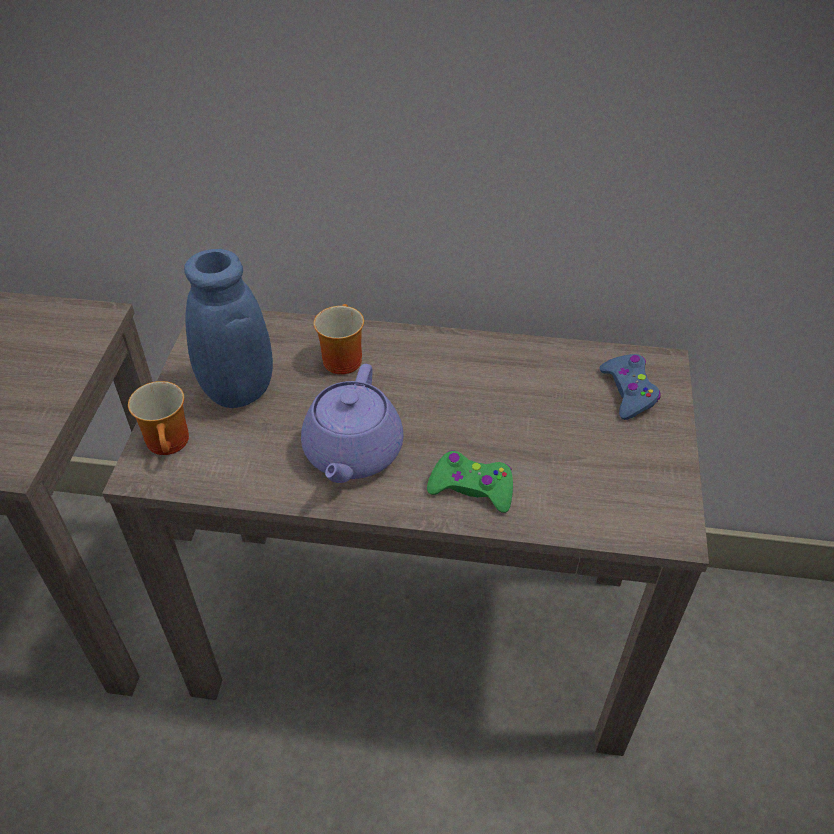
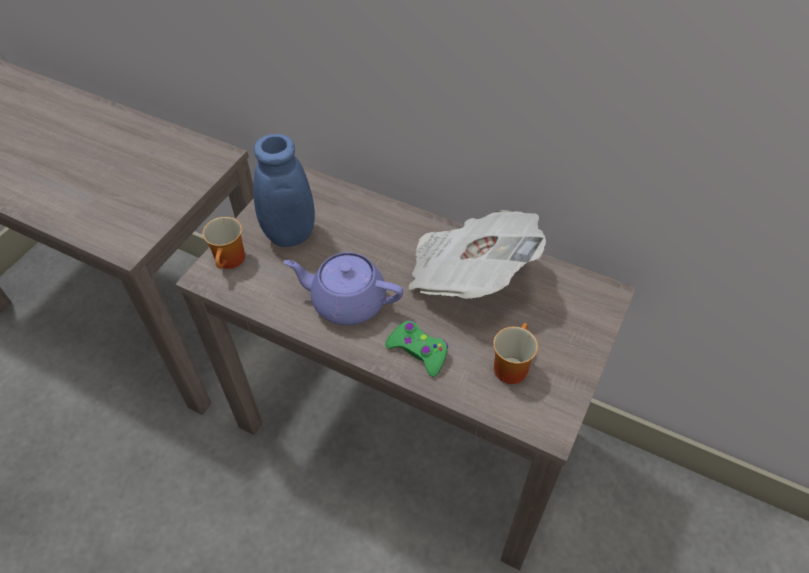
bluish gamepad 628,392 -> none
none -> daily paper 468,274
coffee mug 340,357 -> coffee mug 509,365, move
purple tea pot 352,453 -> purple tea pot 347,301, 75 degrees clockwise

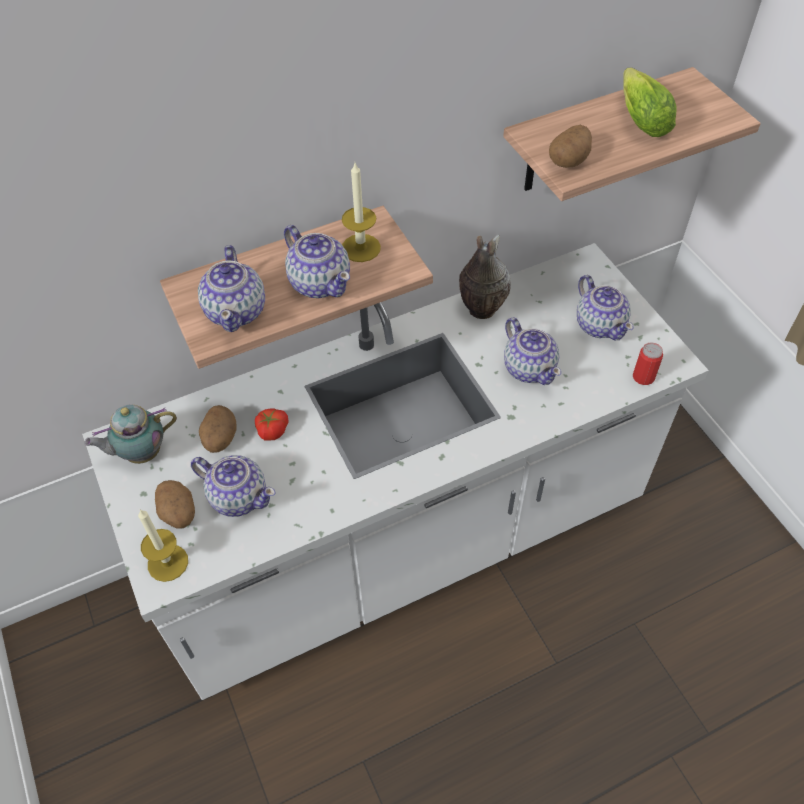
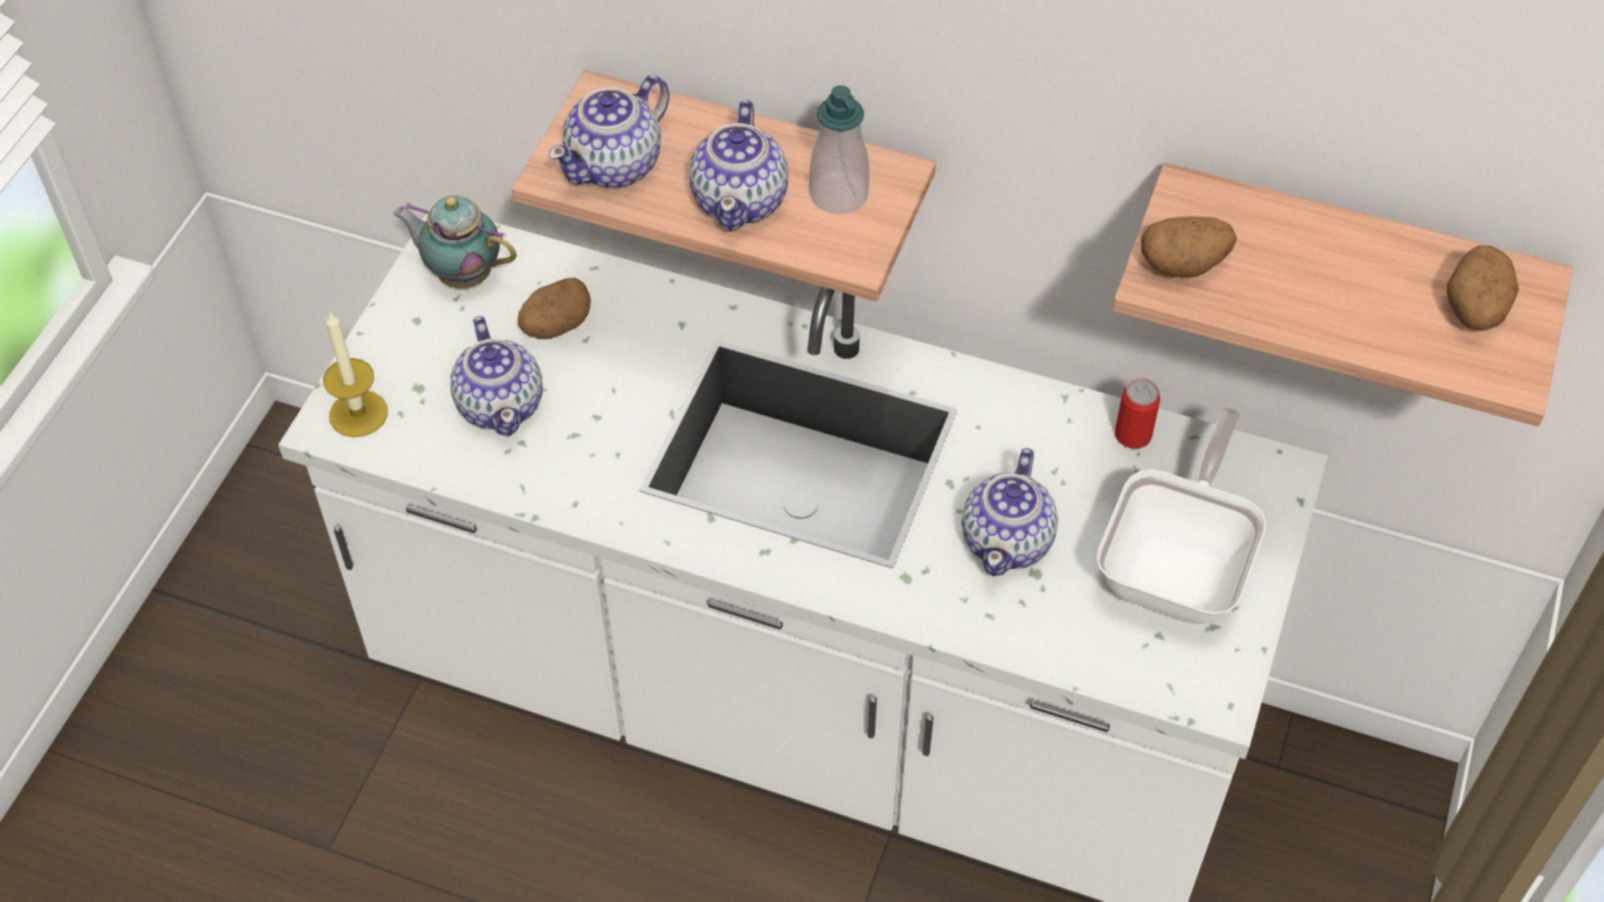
tomato 271,430 -> none
decorative vase 480,310 -> none
head of lettuce 640,118 -> none
whole potato 178,513 -> whole potato 1474,310, move
can 643,377 -> can 1133,435, move
candle 361,248 -> soap bottle 838,194
tea pot 600,324 -> pan 1178,566

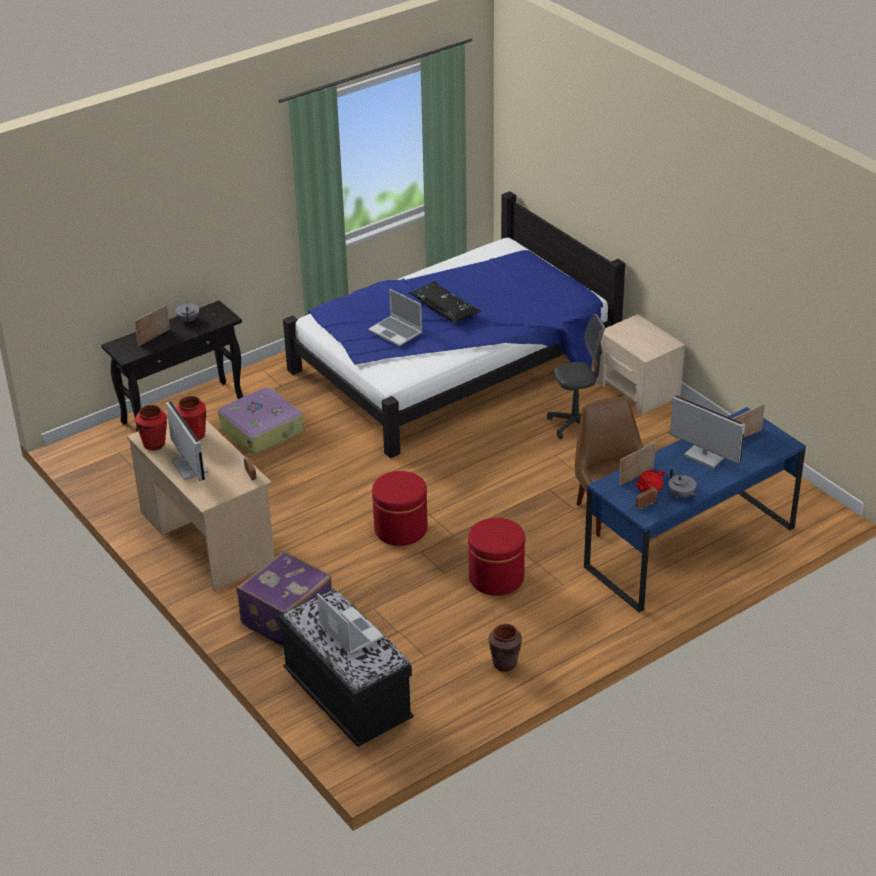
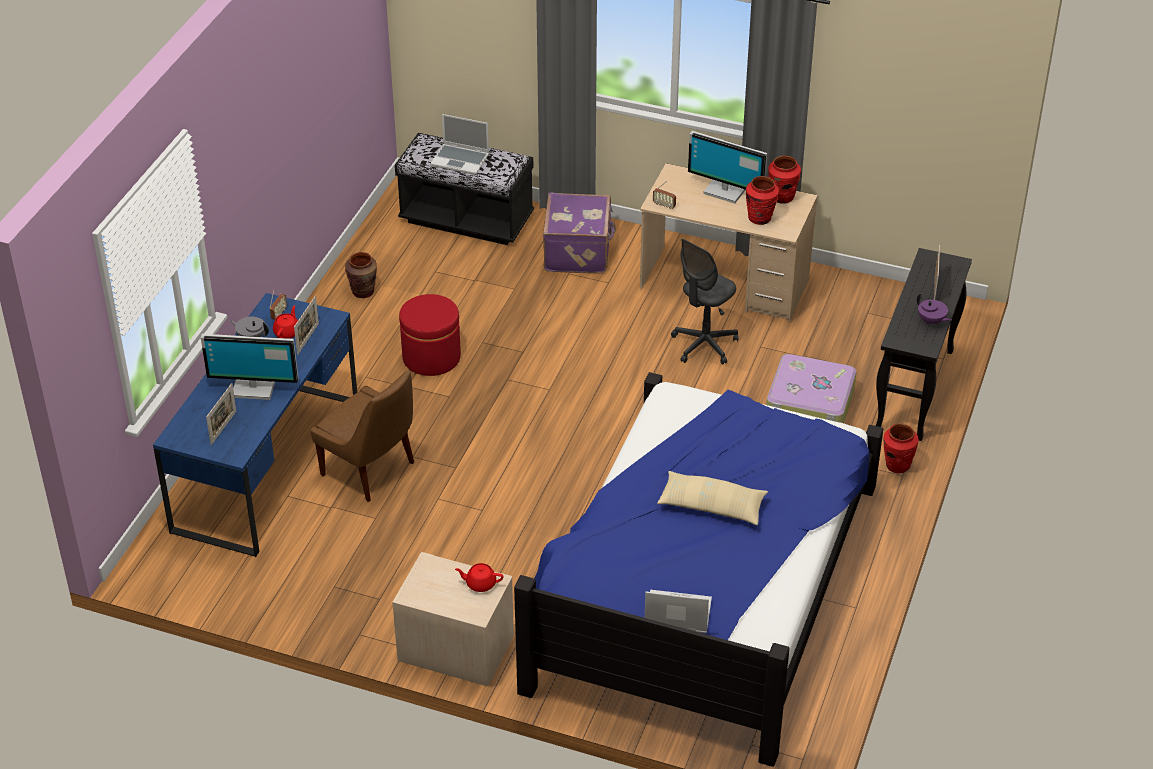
red-coloured pouffe 400,529 -> none
none -> red-coloured tea pot 480,583
none -> red-coloured decorative vase 897,465
notebook computer 396,332 -> notebook computer 676,614, move
greyish office chair 576,425 -> greyish office chair 704,345, move
greyish tea pot 188,320 -> purple tea pot 931,321
black cushion 444,309 -> beige cushion 711,506

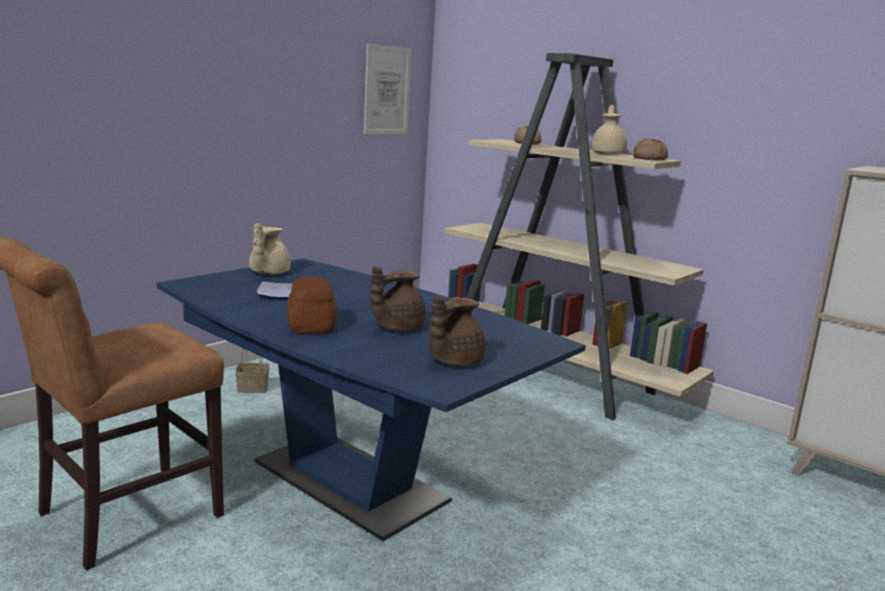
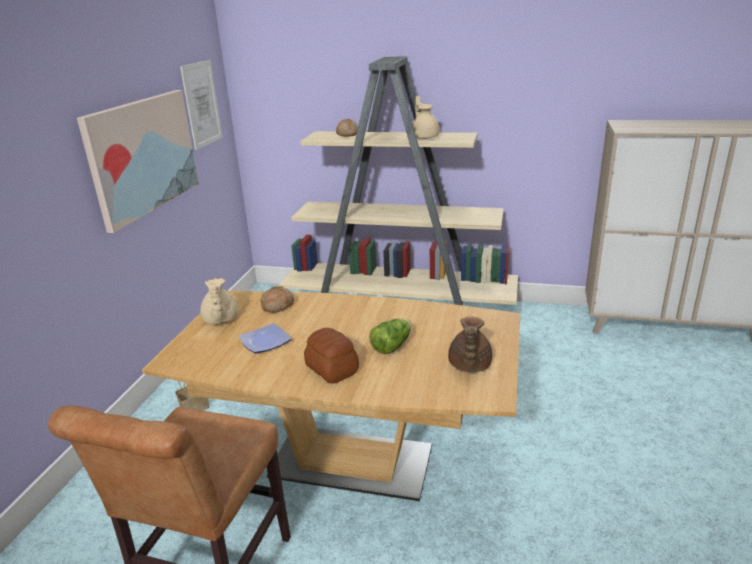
none -> wall art 143,155
bread 649,158 -> bread 277,305, move
brown tea pot 396,327 -> head of lettuce 392,346
bluish dining table 349,482 -> brown dining table 351,462

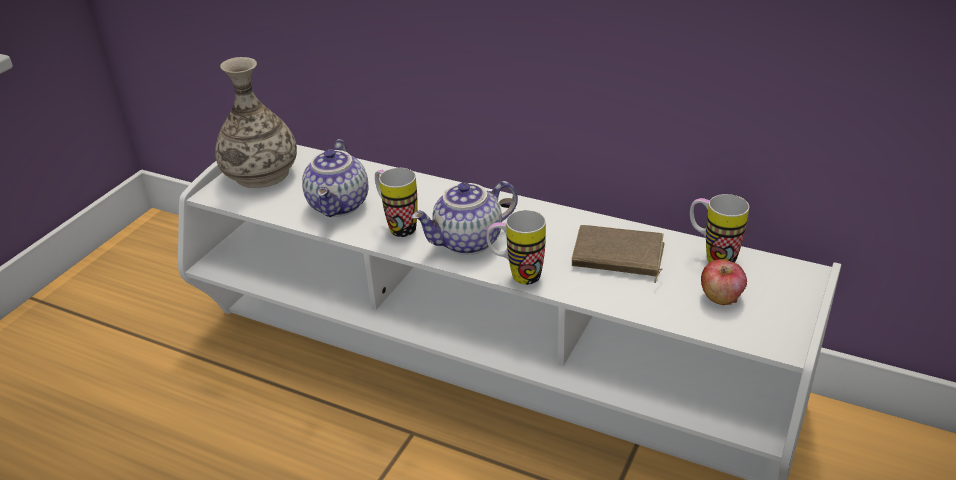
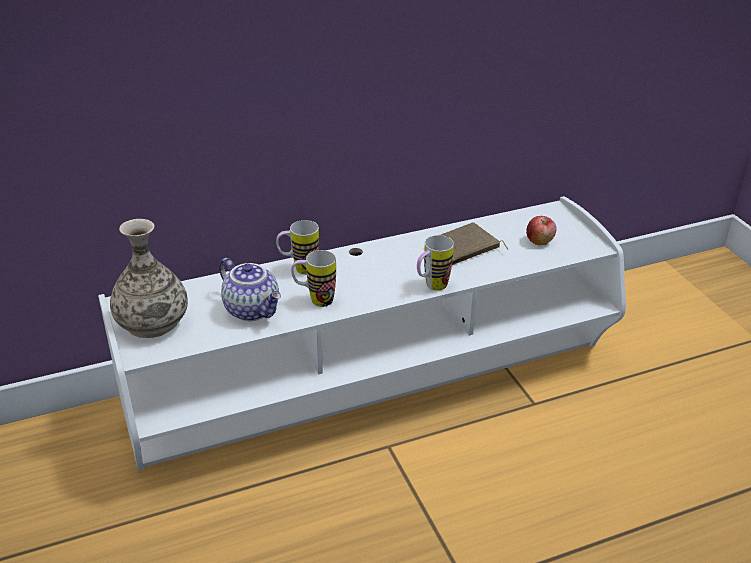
tea pot 468,242 -> none
coffee mug 712,256 -> coffee mug 299,269, move

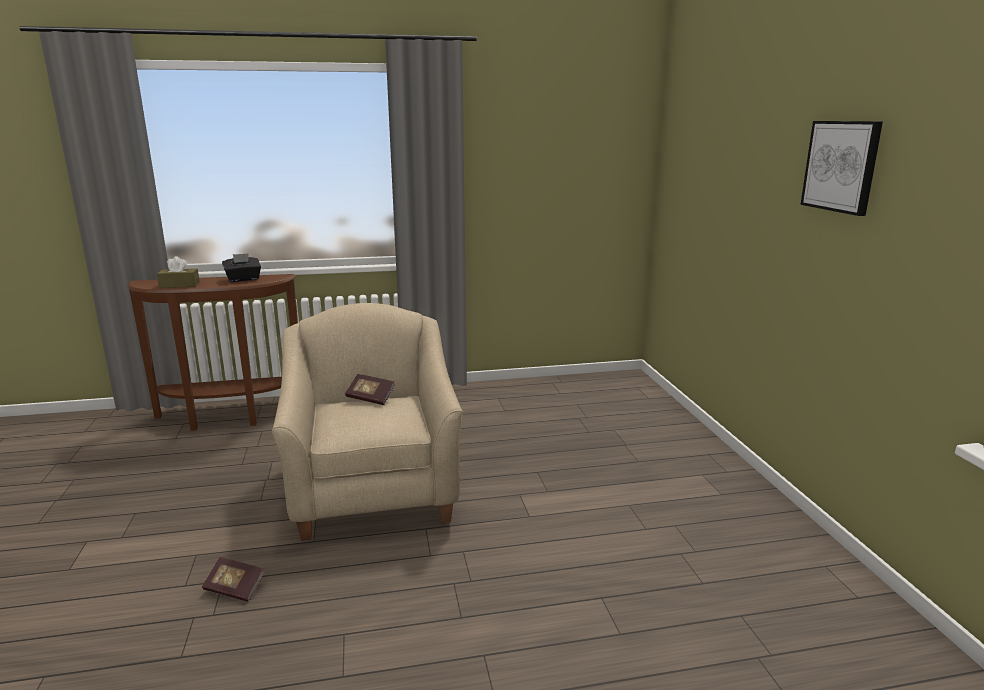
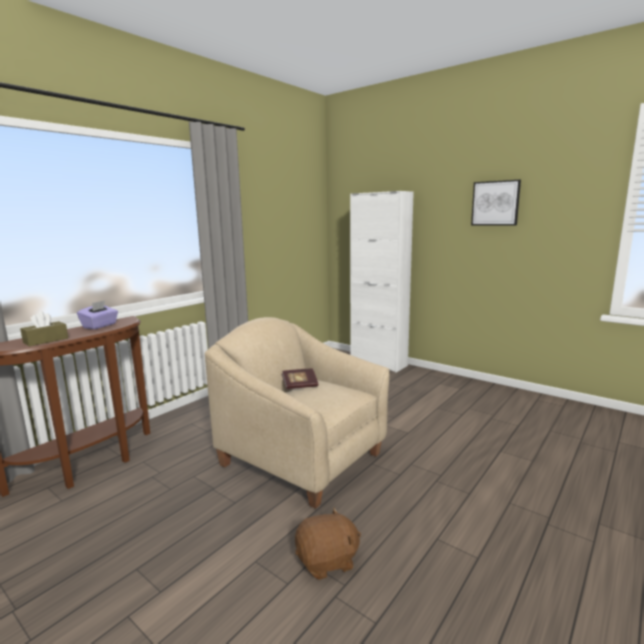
none -> whitish cupboard 378,363
volume 235,588 -> brown soft toy 327,561
black tissue box 243,279 -> purple tissue box 100,326

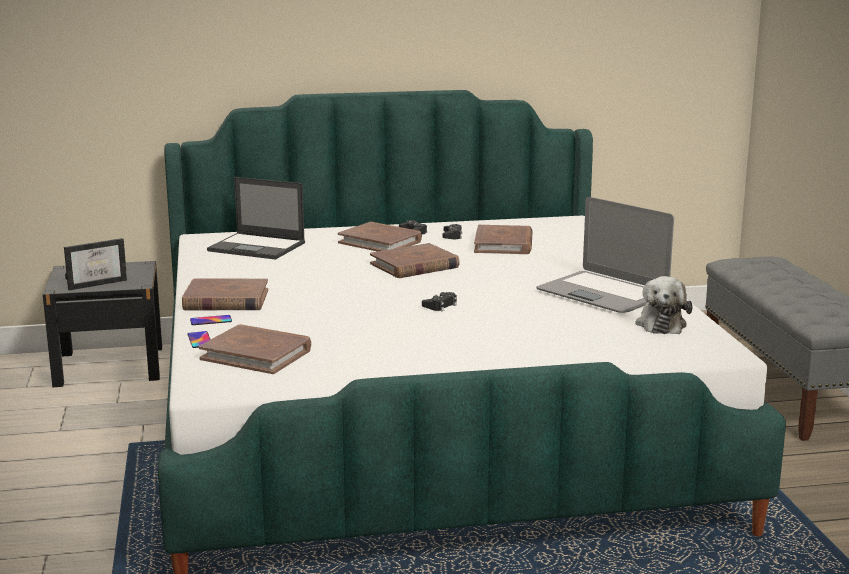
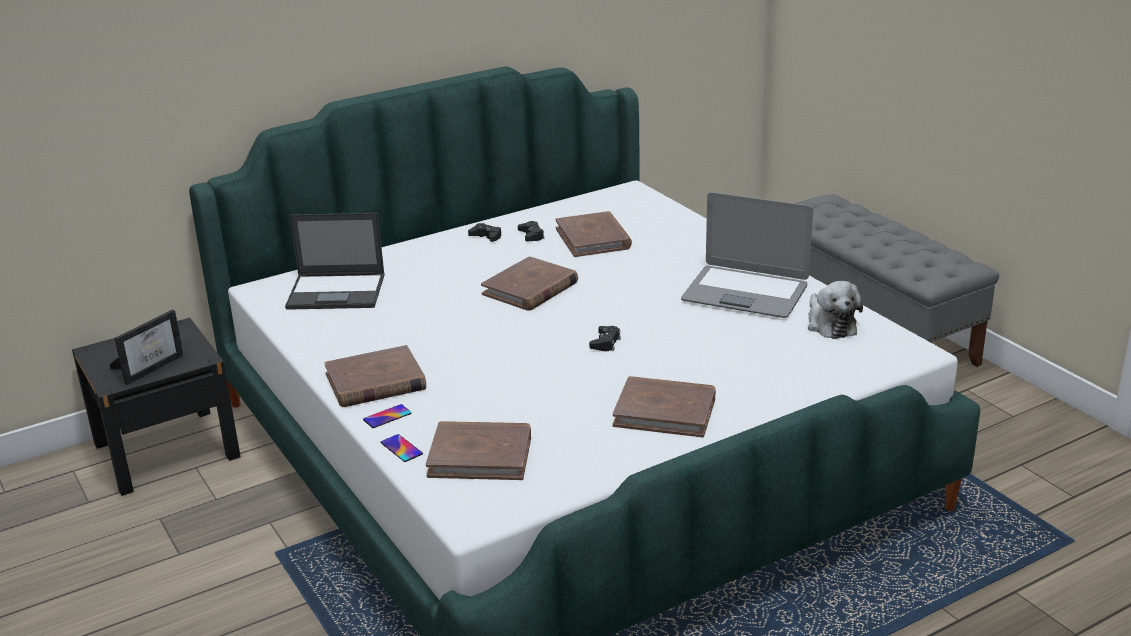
brown volume 380,242 -> brown volume 665,411, move

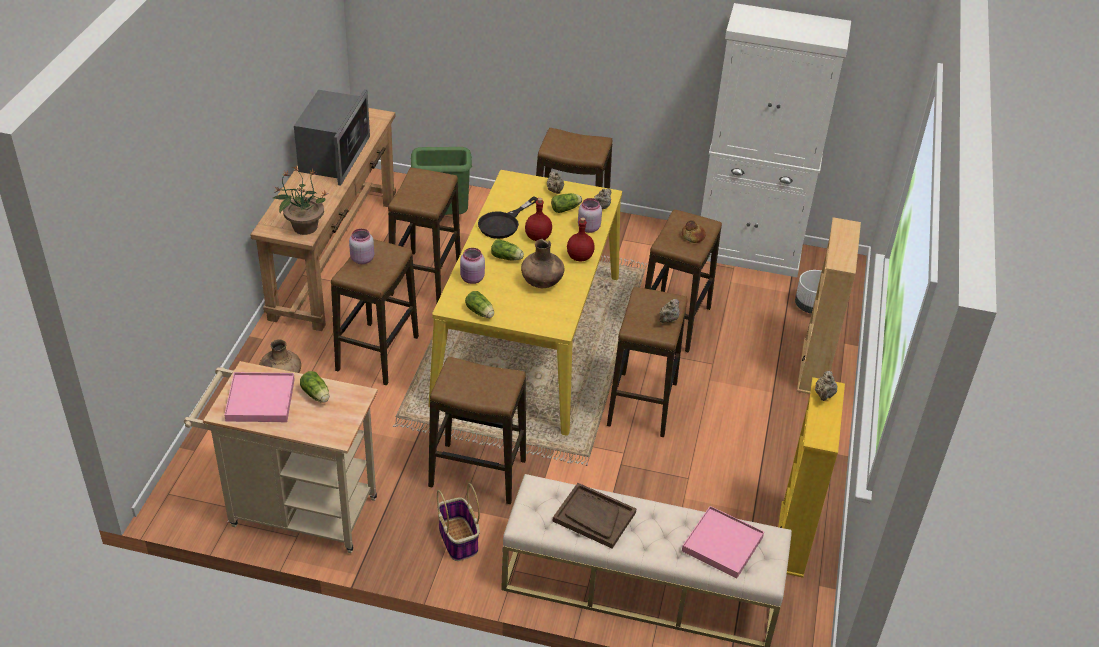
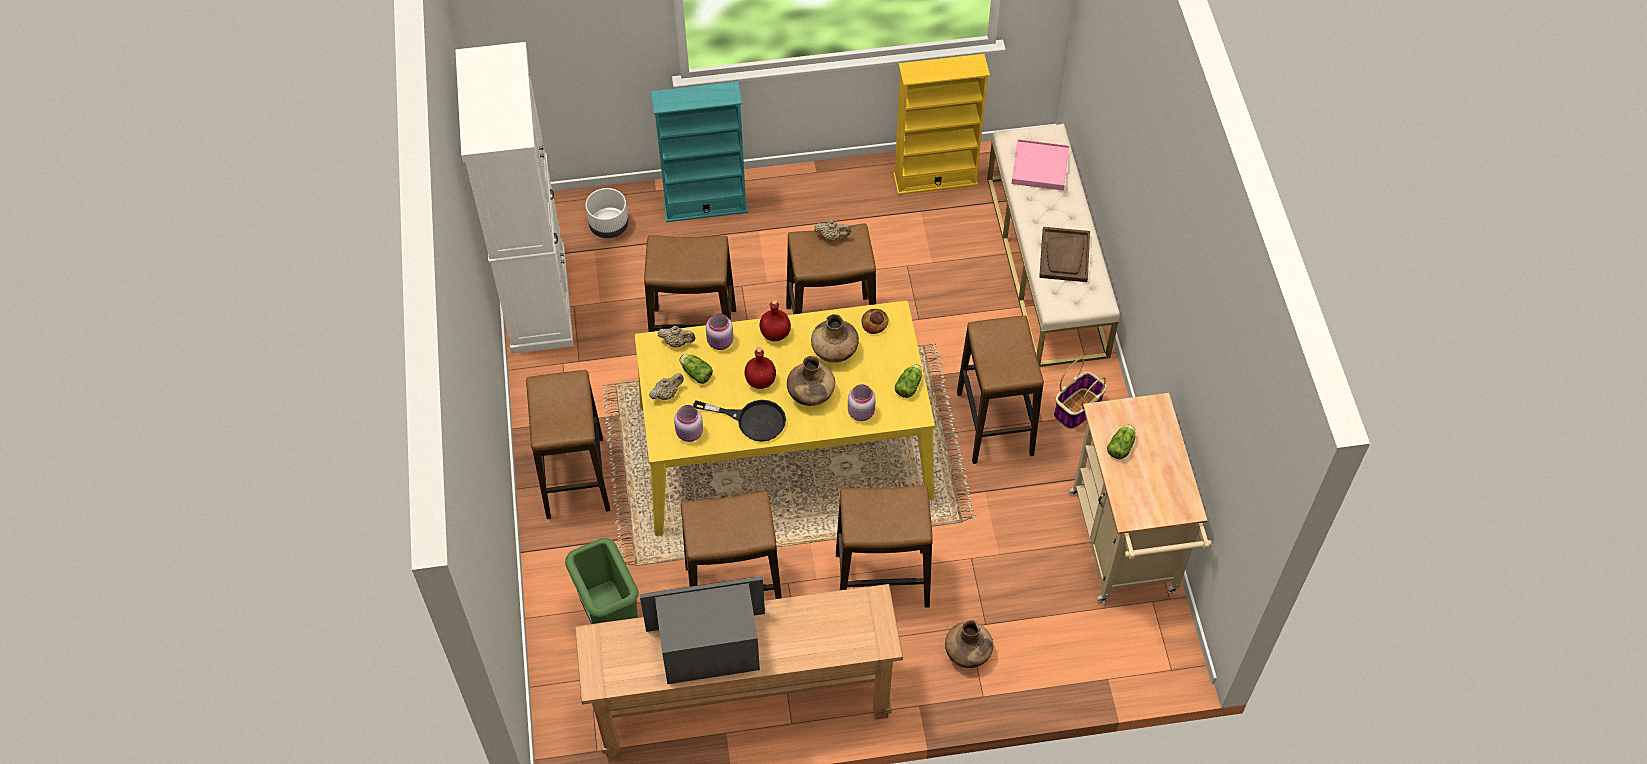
pink tray 260,400 -> none
potted plant 304,227 -> none
beige tea pot 824,395 -> none
pink storage jar 361,259 -> pink storage jar 690,433, move
bread 693,236 -> bread 874,323, move
head of lettuce 507,258 -> brown decorative vase 810,395
beige bookshelf 814,367 -> turquoise-coloured bookshelf 705,206

